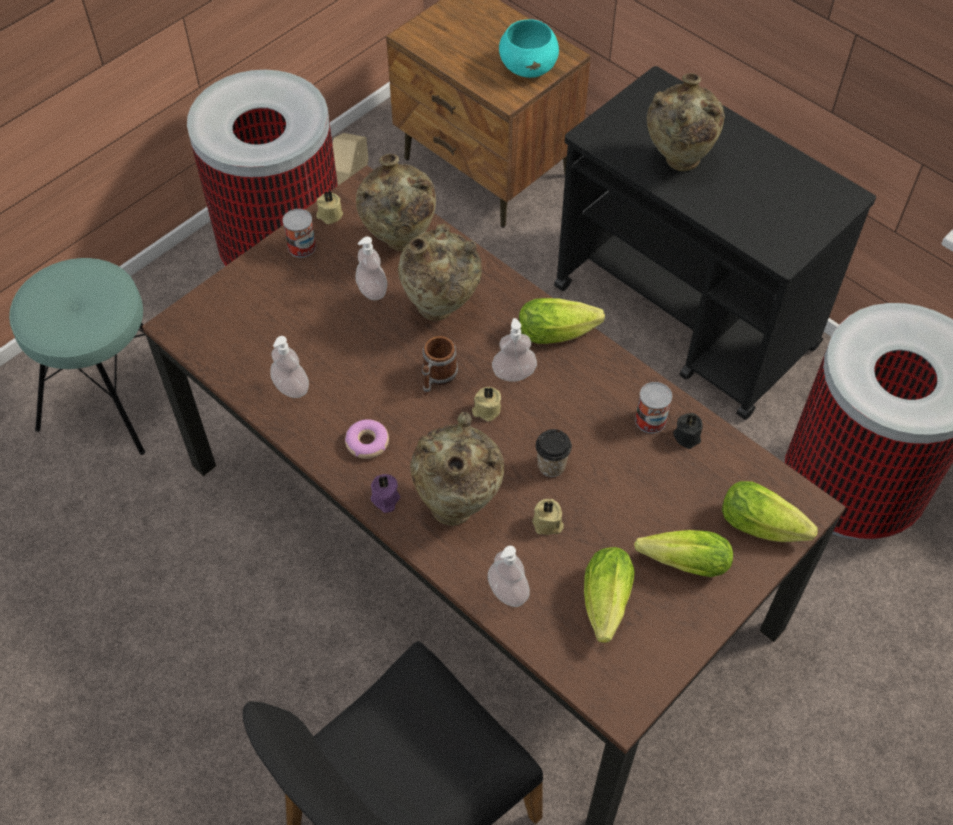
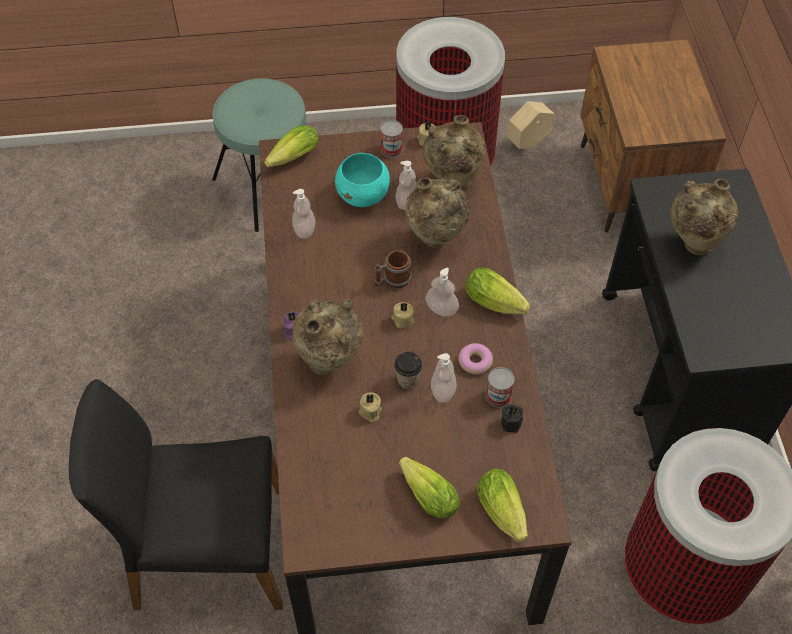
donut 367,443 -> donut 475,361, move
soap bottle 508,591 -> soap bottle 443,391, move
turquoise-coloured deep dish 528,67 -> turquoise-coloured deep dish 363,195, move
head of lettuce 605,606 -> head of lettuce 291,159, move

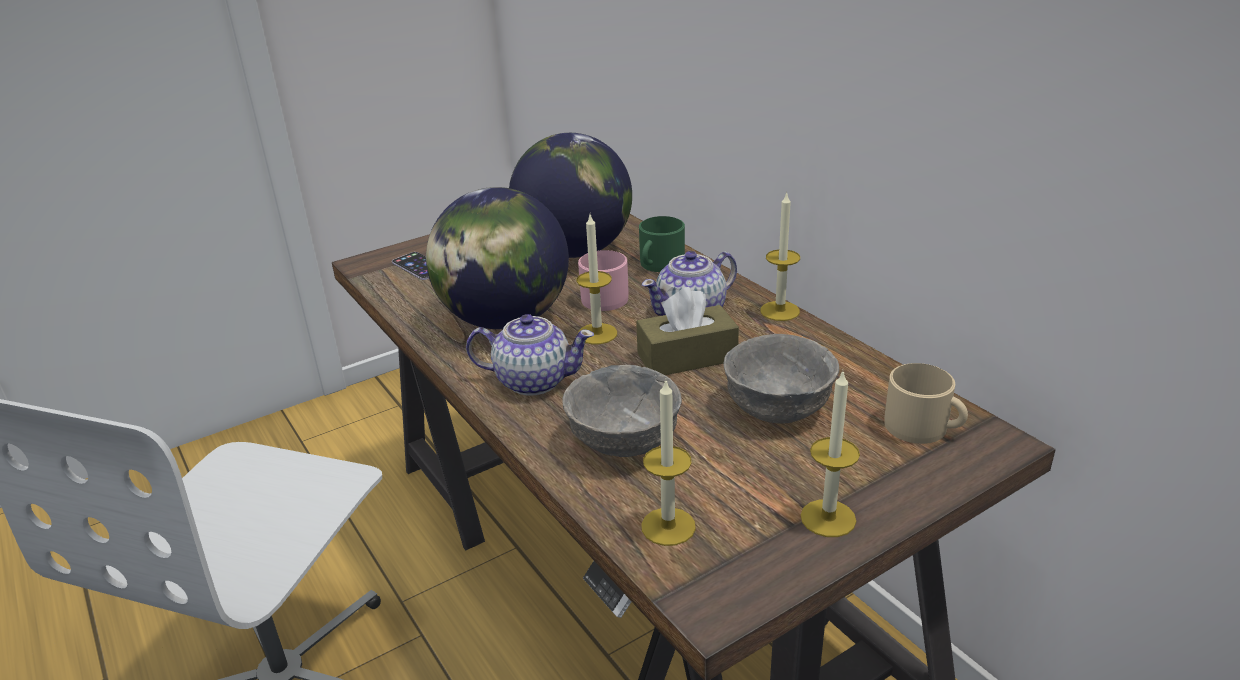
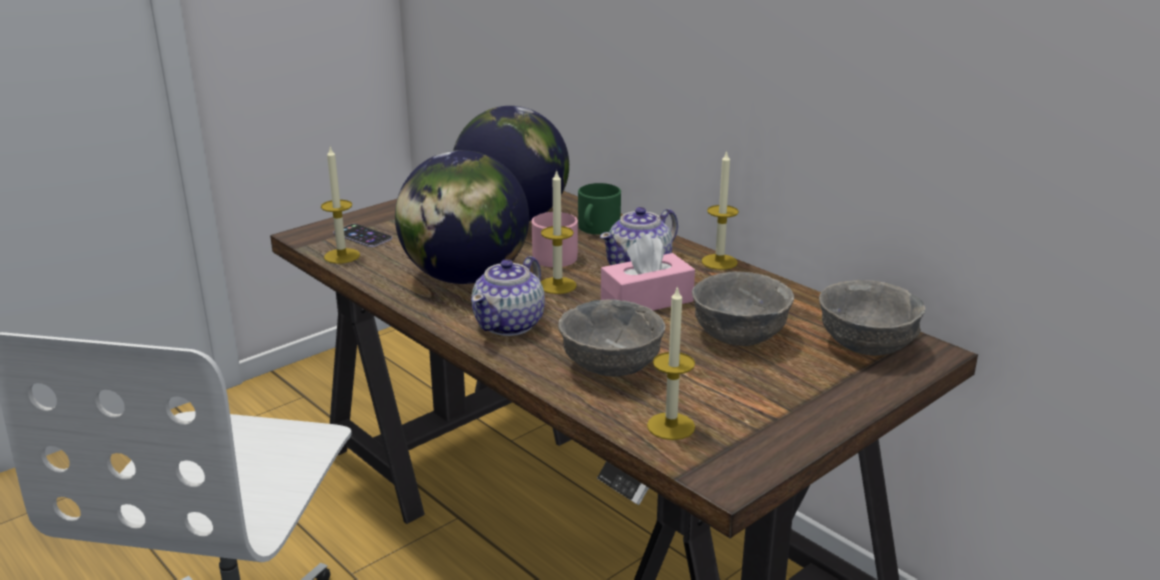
candle 828,518 -> candle 342,256, move
beige coffee mug 923,428 -> greyish deep dish 867,344
brown tissue box 687,357 -> pink tissue box 646,301
tea pot 533,380 -> tea pot 510,324, 120 degrees clockwise

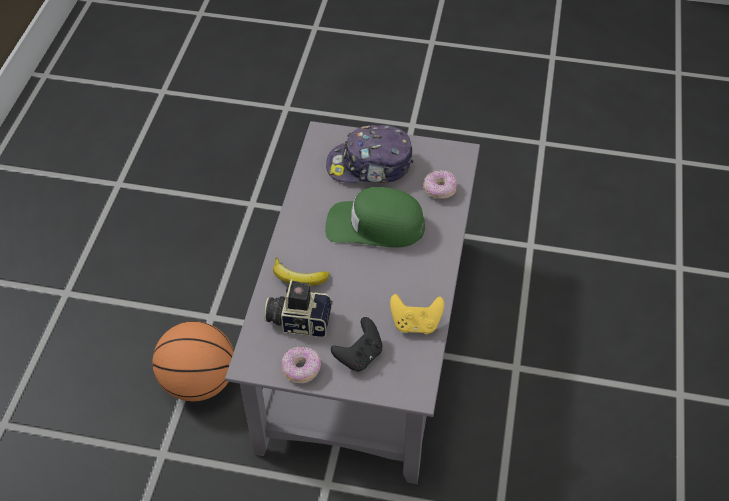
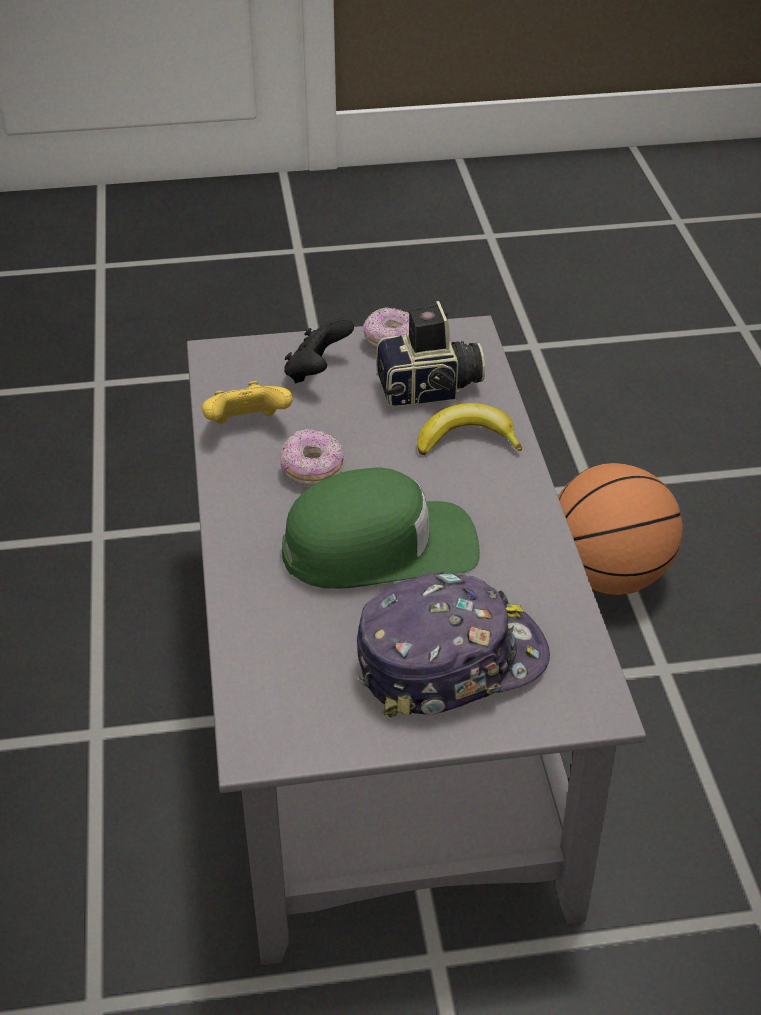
donut 439,190 -> donut 312,469, move

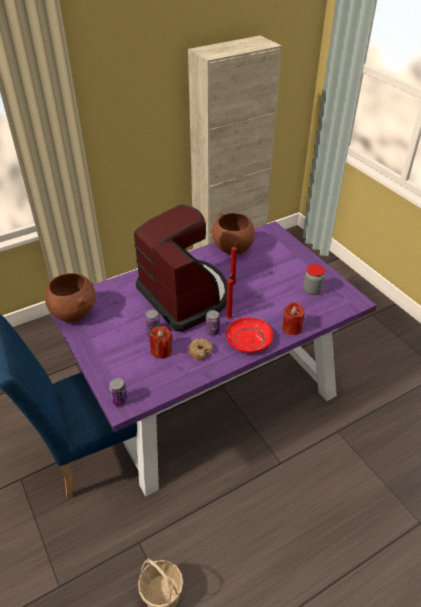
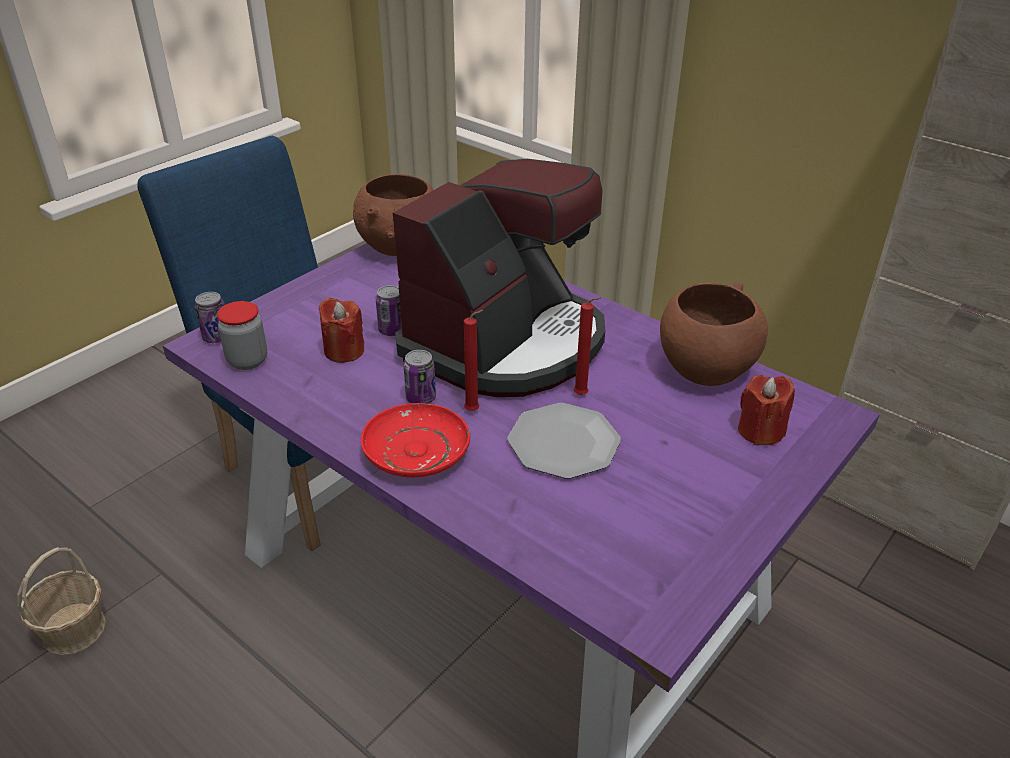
donut 200,351 -> none
none -> plate 563,443
red-coloured candle 292,328 -> red-coloured candle 760,431, move
storage jar 312,290 -> storage jar 247,361, move

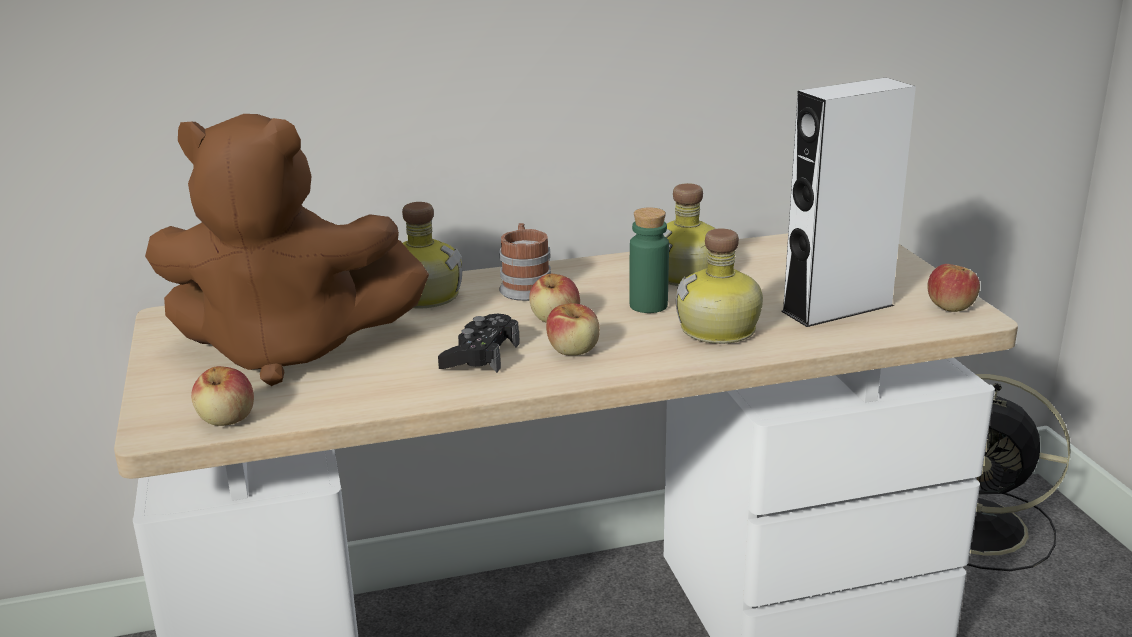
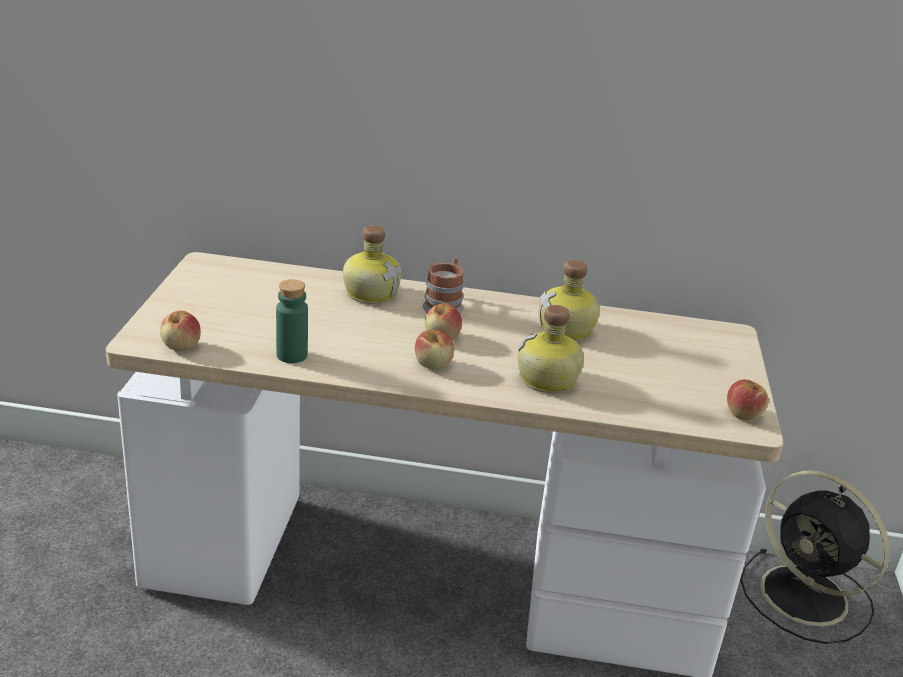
brown soft toy 288,350 -> none
black gamepad 480,355 -> none
whitish audio speaker 837,308 -> none
green drink bottle 648,305 -> green drink bottle 292,355, move

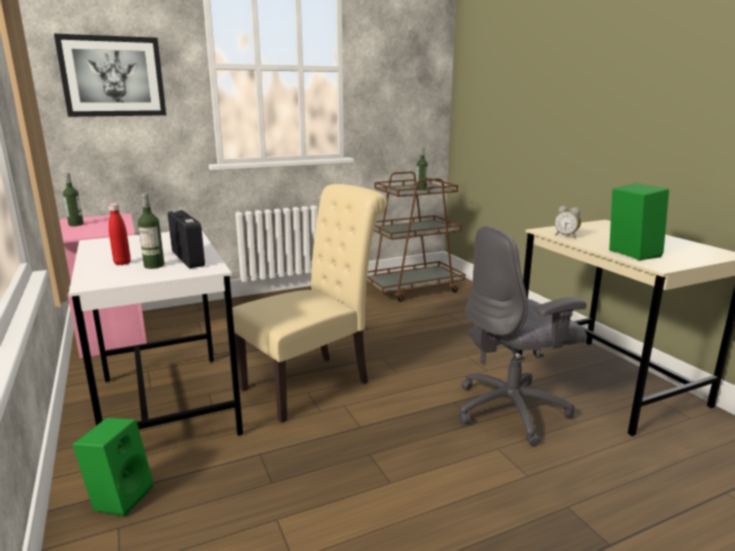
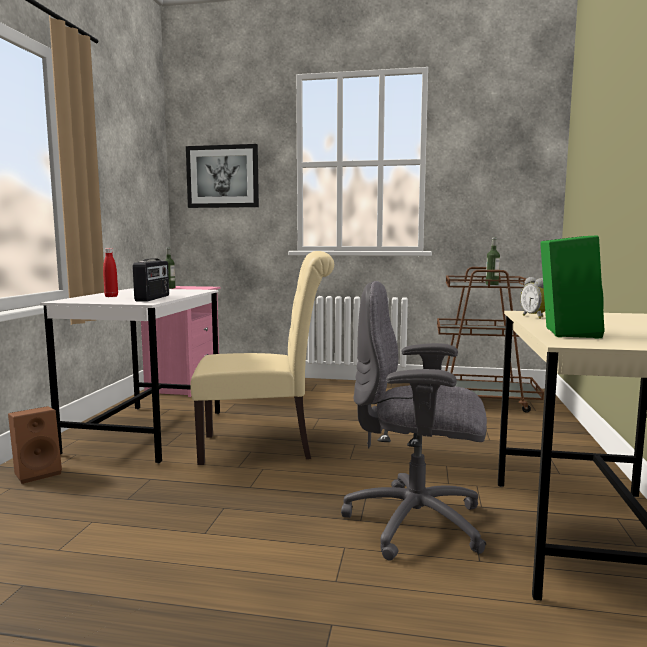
drink bottle 154,266 -> none
green audio speaker 120,496 -> brown audio speaker 38,472

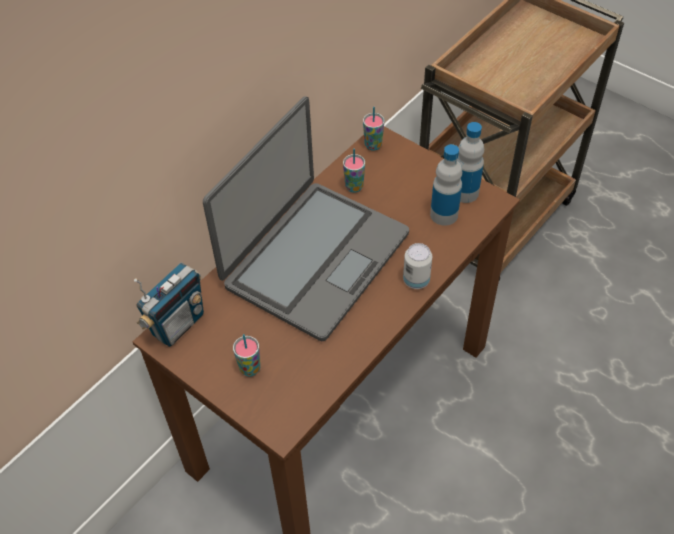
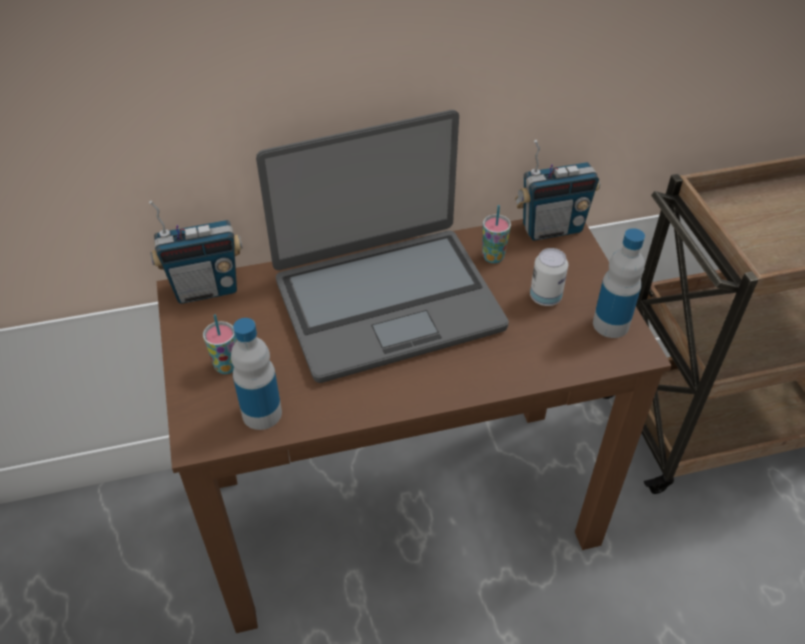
can 416,280 -> can 545,297, move
drink bottle 444,214 -> drink bottle 262,413, move
drinking cup 373,145 -> radio set 551,228

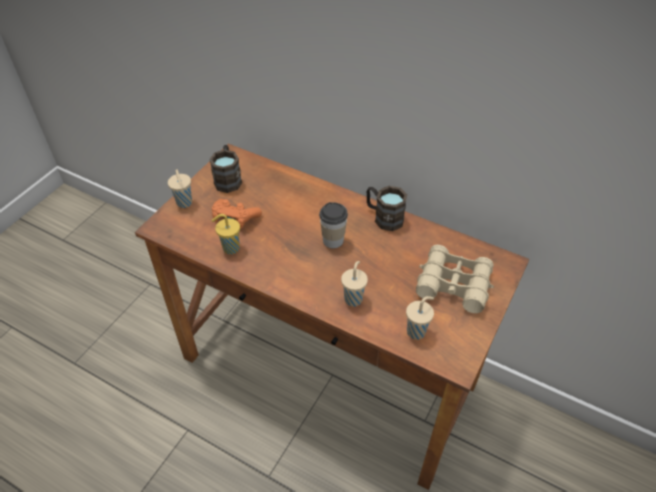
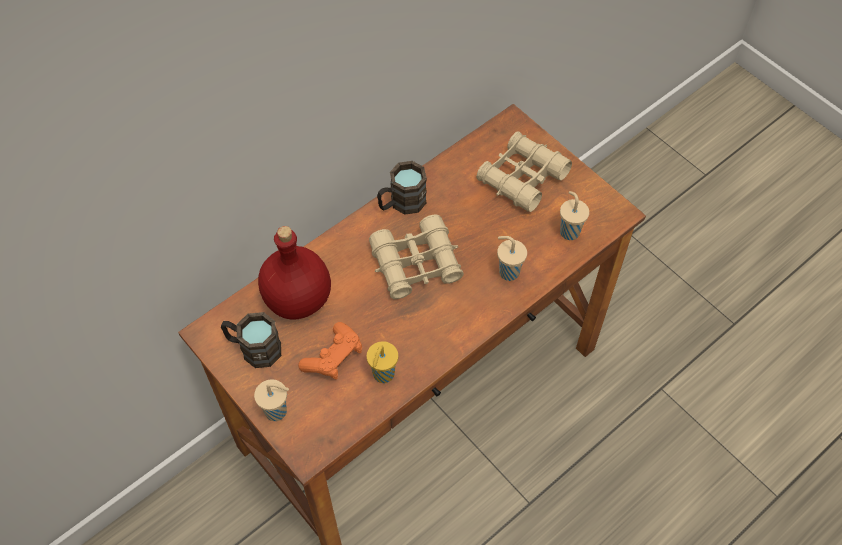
none -> red-coloured drink bottle 299,299
drinking cup 333,240 -> beige pair of binoculars 416,264

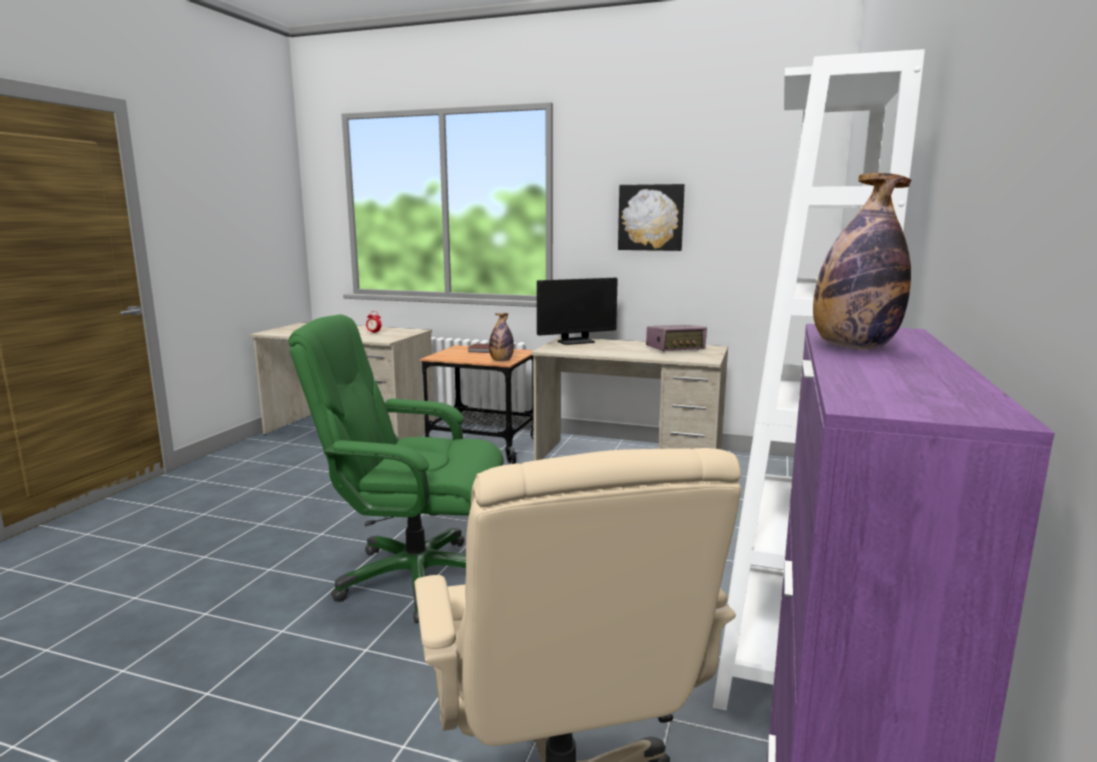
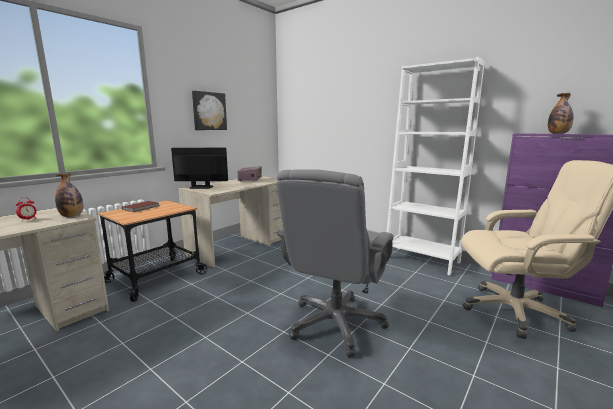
drink bottle 501,361 -> drink bottle 72,216, move
green office chair 415,578 -> greyish office chair 335,324
monitor 576,342 -> monitor 201,187, 90 degrees counterclockwise

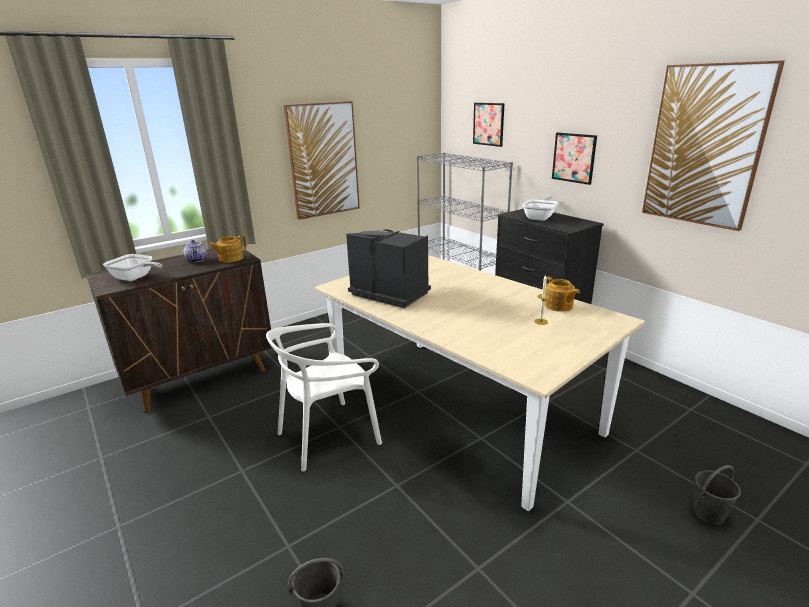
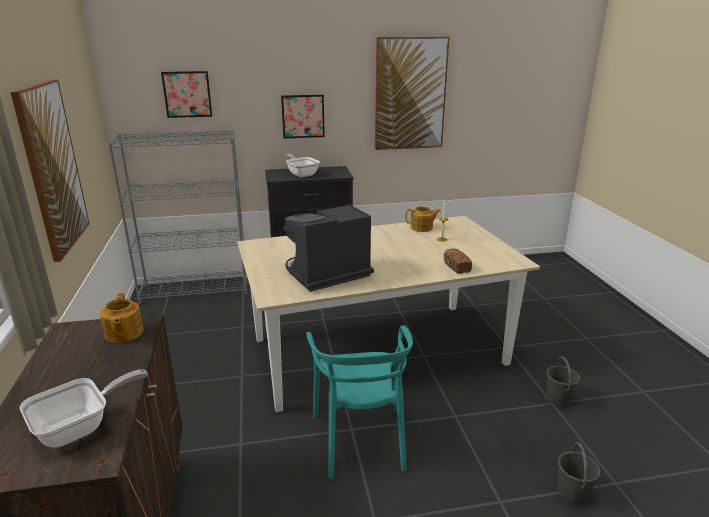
tea pot 197,260 -> none
none -> bread 457,267
greyish water bucket 708,513 -> greyish water bucket 558,399, move
whitish upright chair 328,435 -> turquoise-coloured upright chair 360,440

